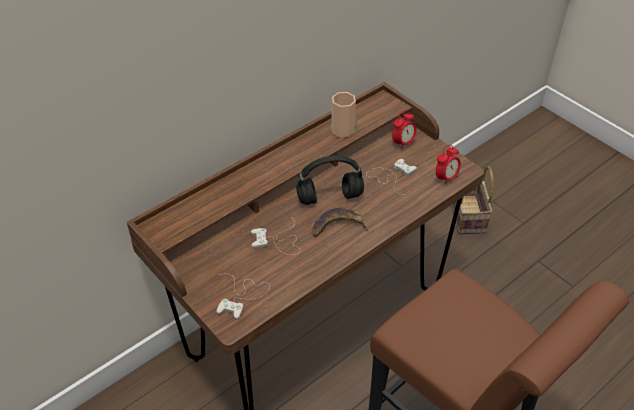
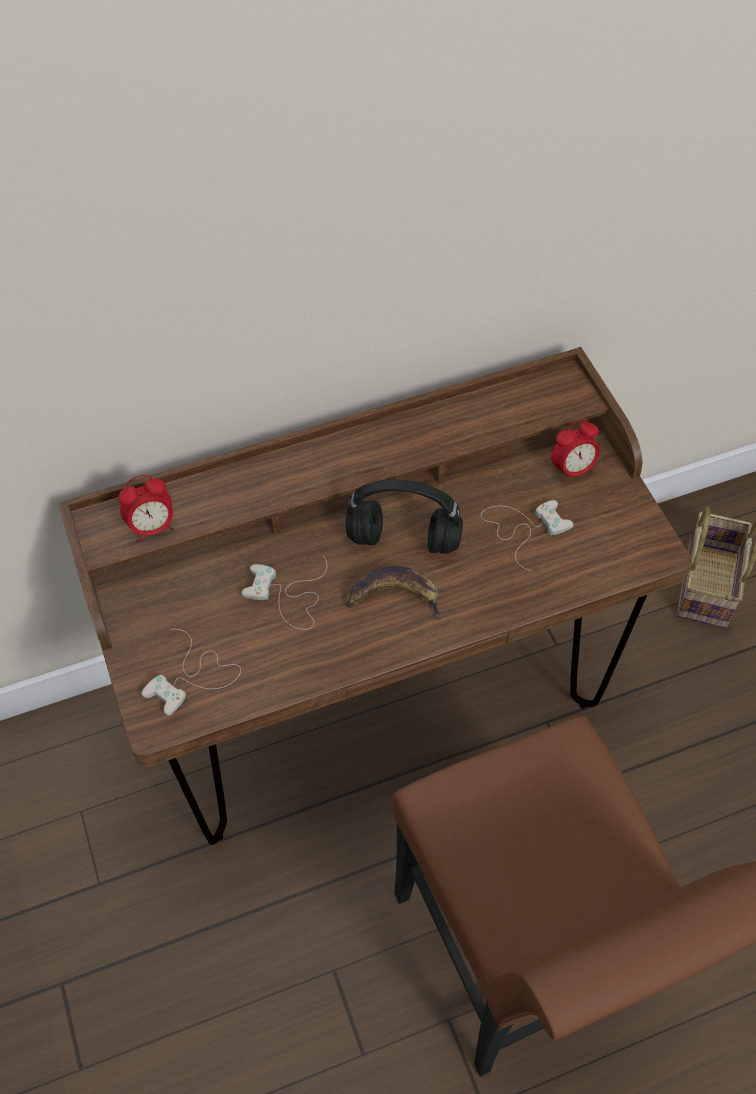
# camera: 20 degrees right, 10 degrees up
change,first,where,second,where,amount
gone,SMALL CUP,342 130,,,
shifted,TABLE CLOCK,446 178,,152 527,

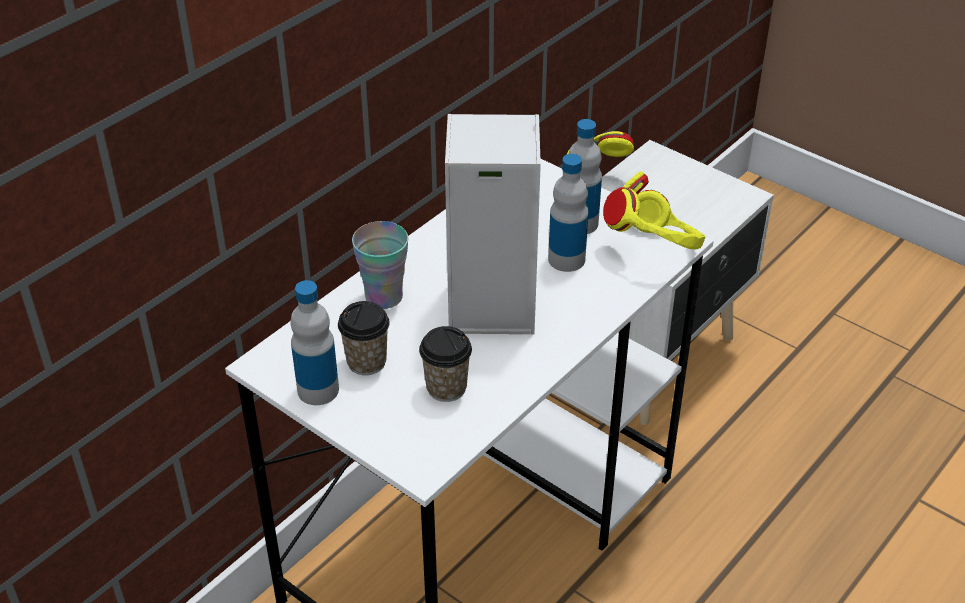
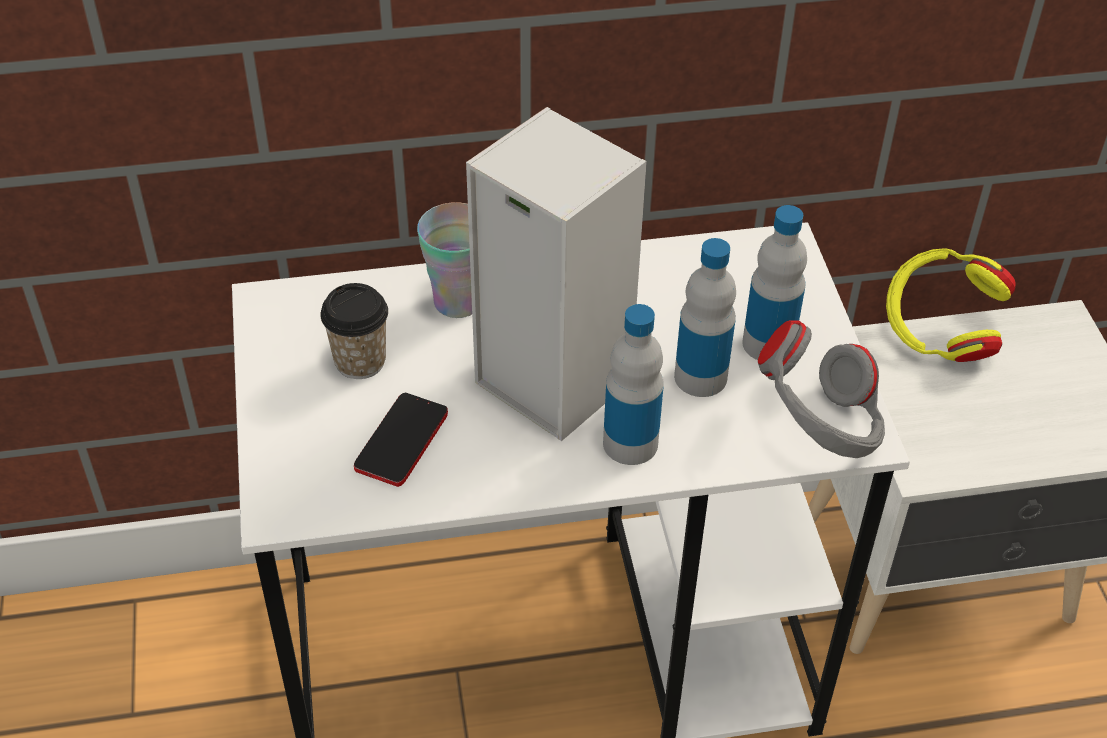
# camera: 40 degrees right, 5 degrees up
change,first,where,second,where,amount
shifted,BEVERAGE BOTTLE,318 390,,630 443,
swapped,SMALL CUP,446 388,TELEPHONE,402 441,
repainted,YELLOWISH HEADPHONES,655 249,GRAY HEADPHONES,819 428,

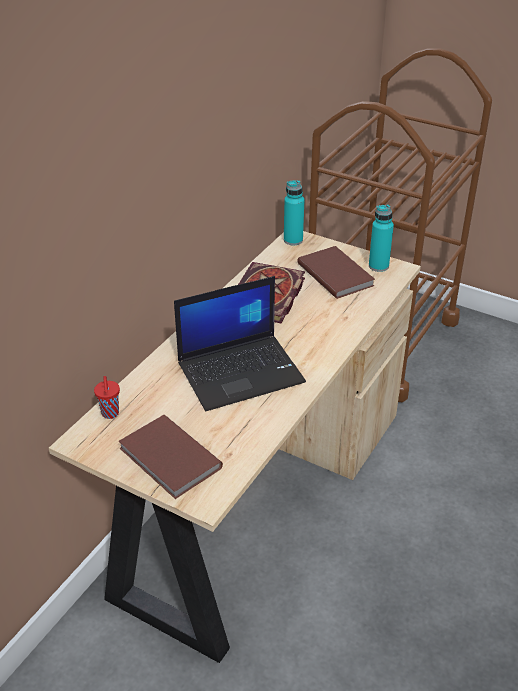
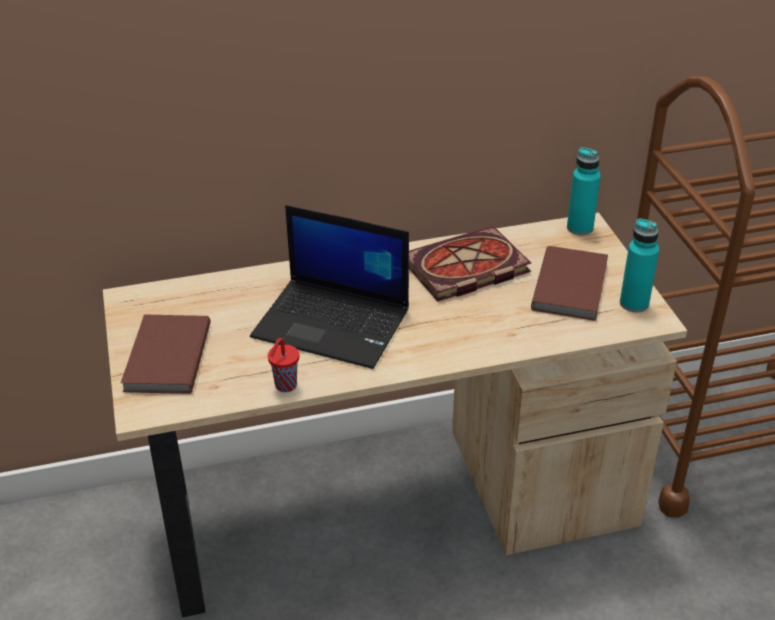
# camera: 45 degrees right, 0 degrees up
change,first,where,second,where,amount
shifted,RED-COLOURED SMALL CUP,110 414,,285 386,

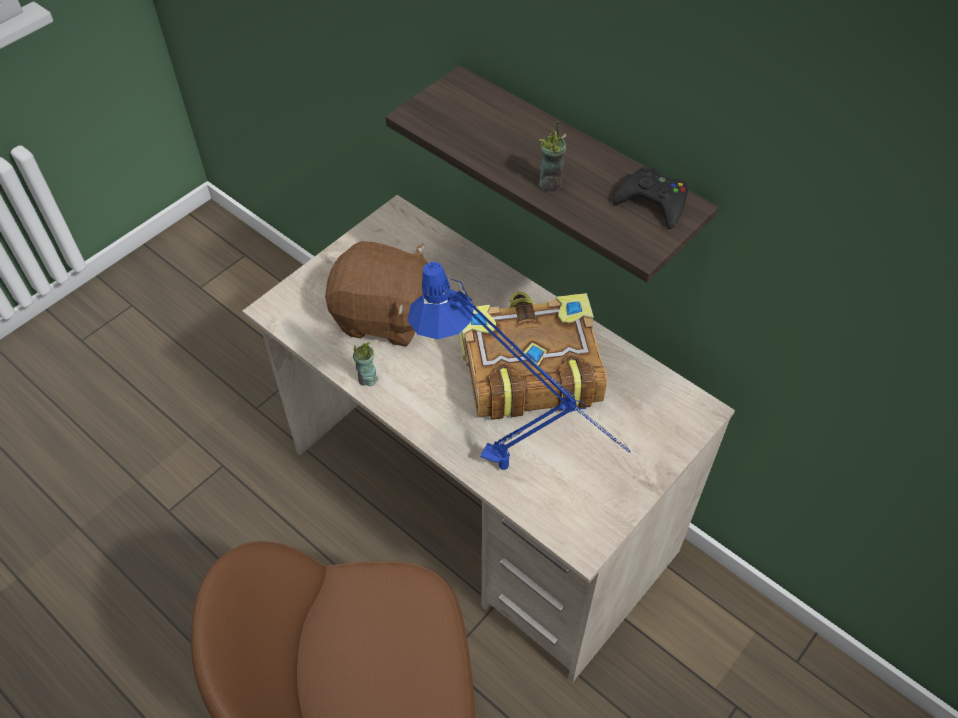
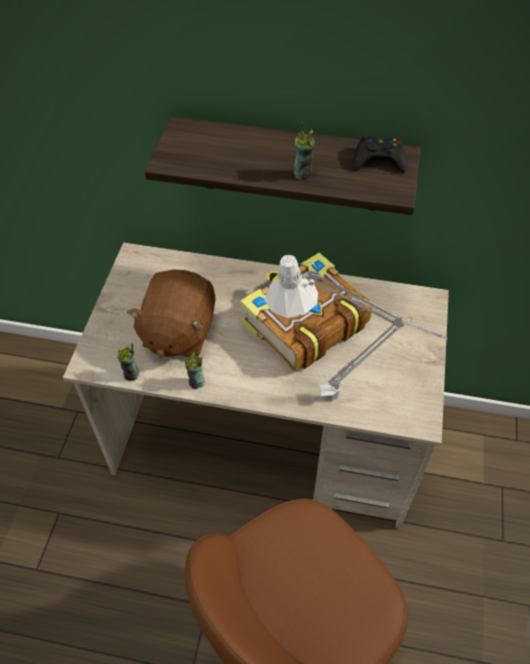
# camera: 30 degrees left, 0 degrees up
change,first,where,second,where,amount
rotated,BROWN PLUSH TOY,385 317,,178 332,120 degrees clockwise
repainted,BLUE LAMP FOR A TABLE,516 473,GRAY LAMP FOR A TABLE,346 396,
new,,,SMALL CUP,131 375,

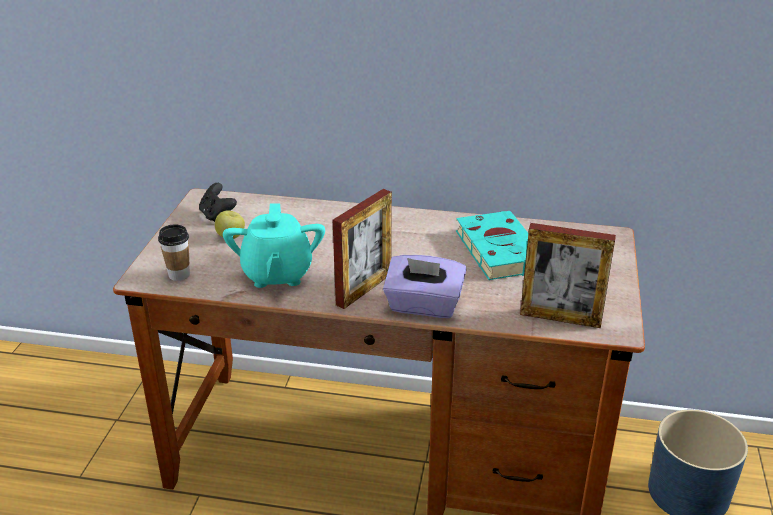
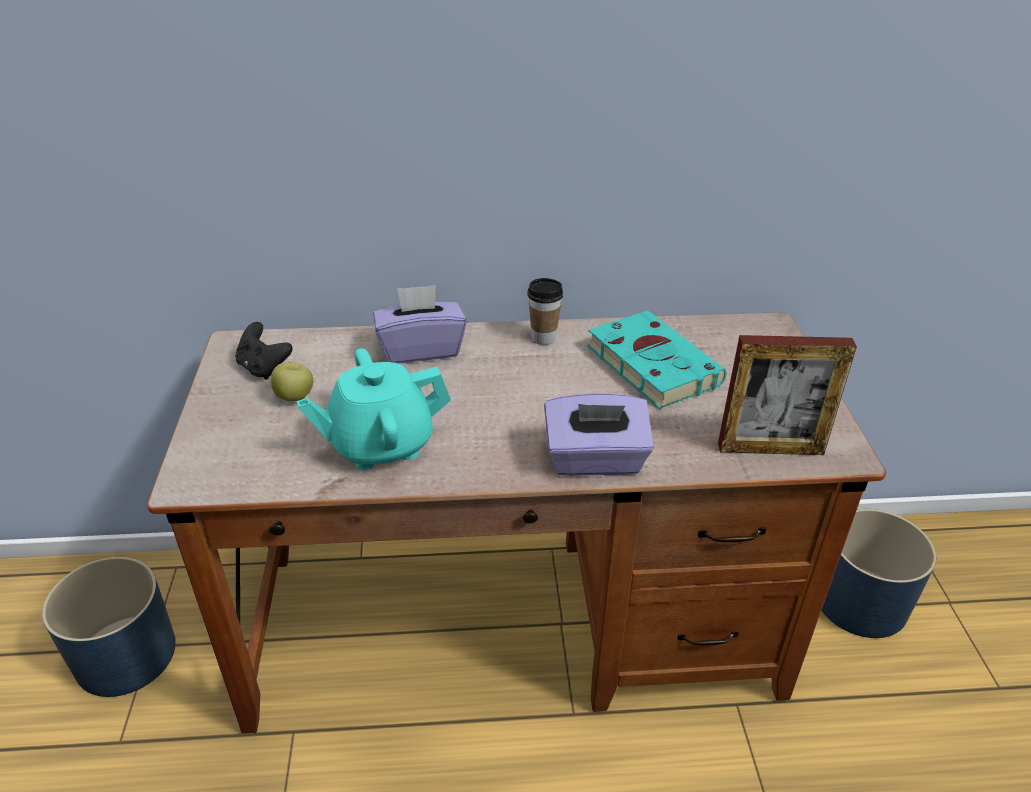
# camera: 15 degrees left, 5 degrees up
change,first,where,second,where,amount
shifted,SMALL CUP,179 275,,543 338,
rotated,TURQUOISE-COLOURED TEAPOT,277 274,,381 444,90 degrees clockwise
gone,STANDING FRAME,364 289,,,
new,,,BLUE PLANT POT,126 655,
new,,,PURPLISH TISSUE HOLDER,421 349,

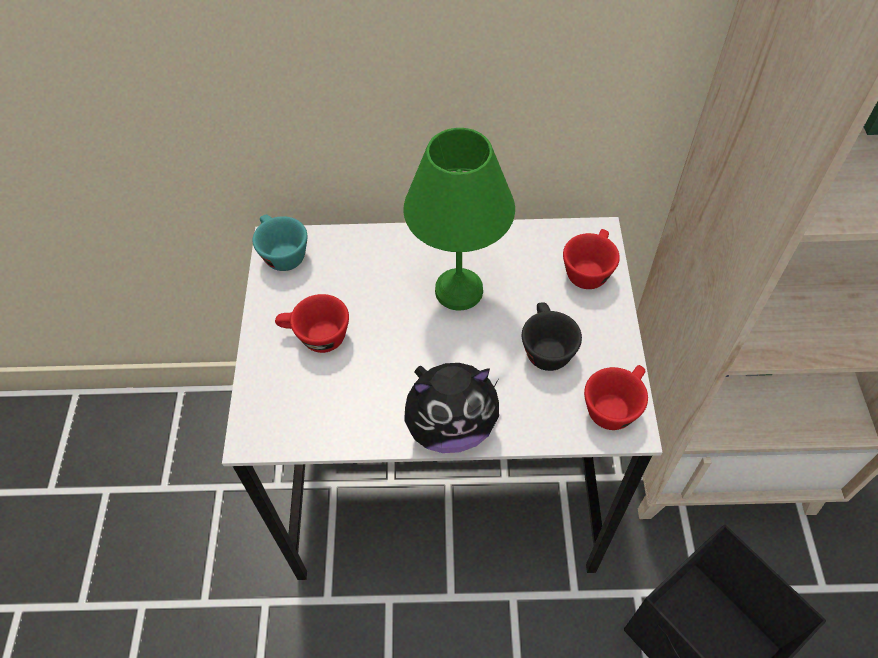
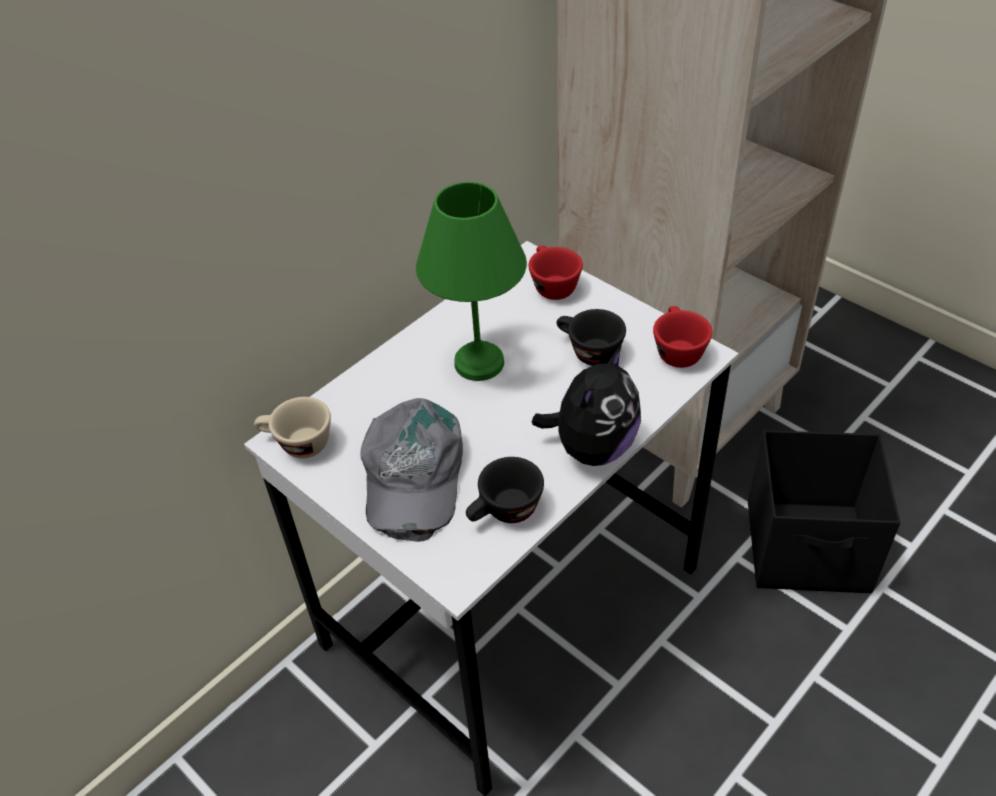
# camera: 45 degrees left, 10 degrees down
change,first,where,second,where,amount
repainted,TURQUOISE-COLOURED SMALL CUP,281 253,BEIGE-COLOURED SMALL CUP,297 444,
swapped,RED-COLOURED SMALL CUP,315 337,GRAY BASEBALL CAP,411 475,
new,,,BLACK-COLOURED SMALL CUP,504 512,

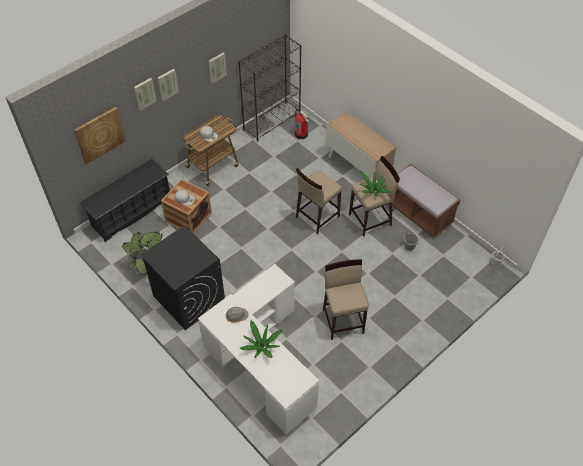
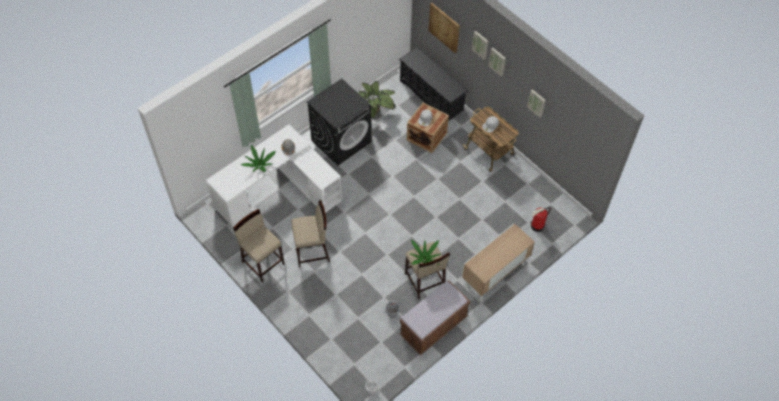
# camera: 90 degrees right, 5 degrees up
change,first,where,second,where,amount
gone,BLACK-COLOURED BOOKSHELF,272 121,,,
shifted,BEIGE-COLOURED SITTING STOOL,317 217,,263 262,

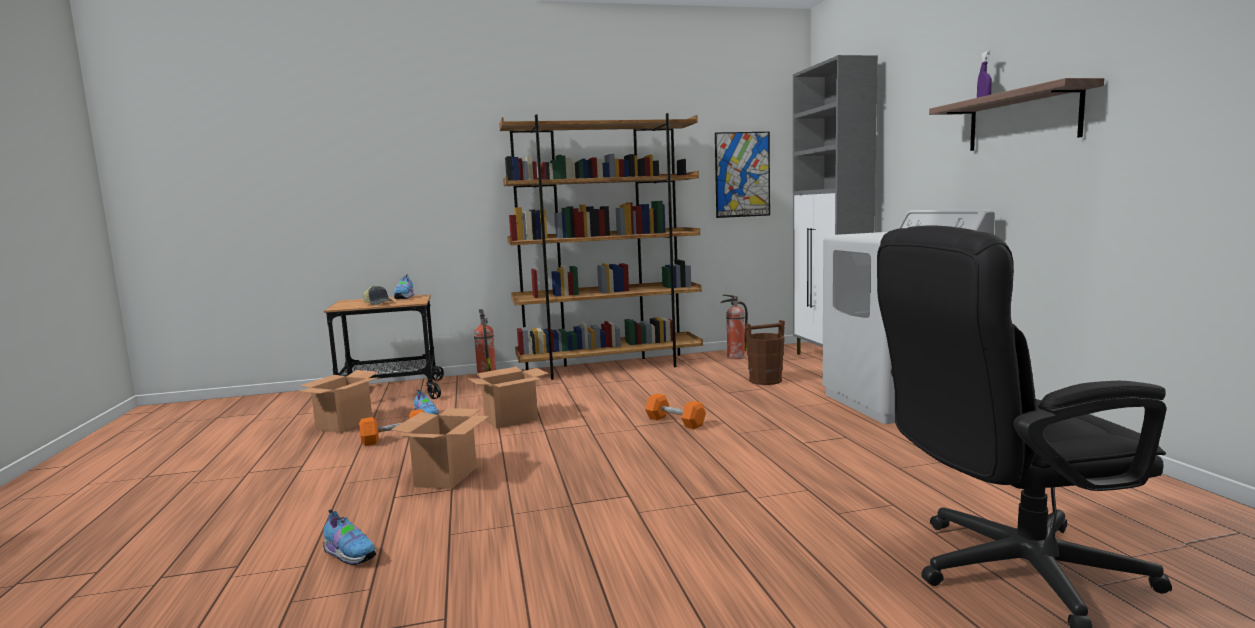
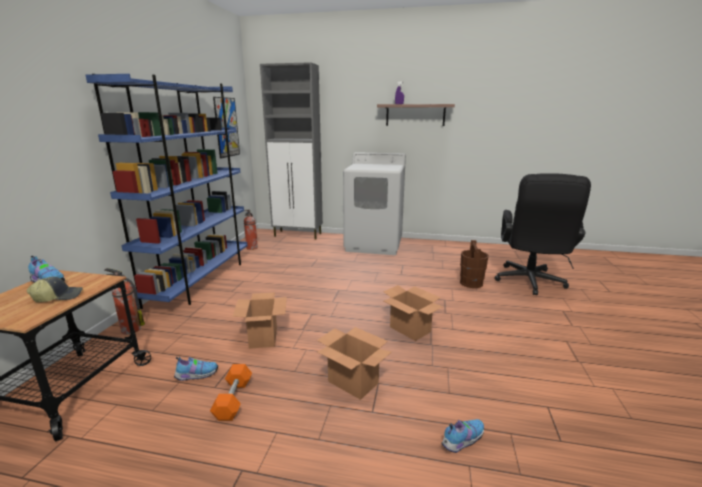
# camera: 65 degrees left, 10 degrees up
change,first,where,second,where,amount
shifted,CARTON,344 424,,410 329,
repainted,BROWN BOOKSHELF,610 367,BLUE BOOKSHELF,201 280,
gone,ORANGE DUMBBELL,675 422,,,
shifted,BROWN WATER BUCKET,765 380,,471 283,

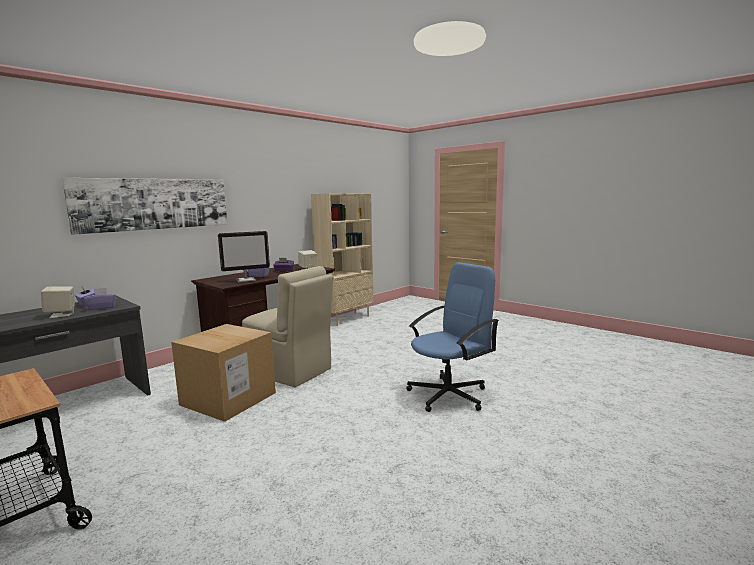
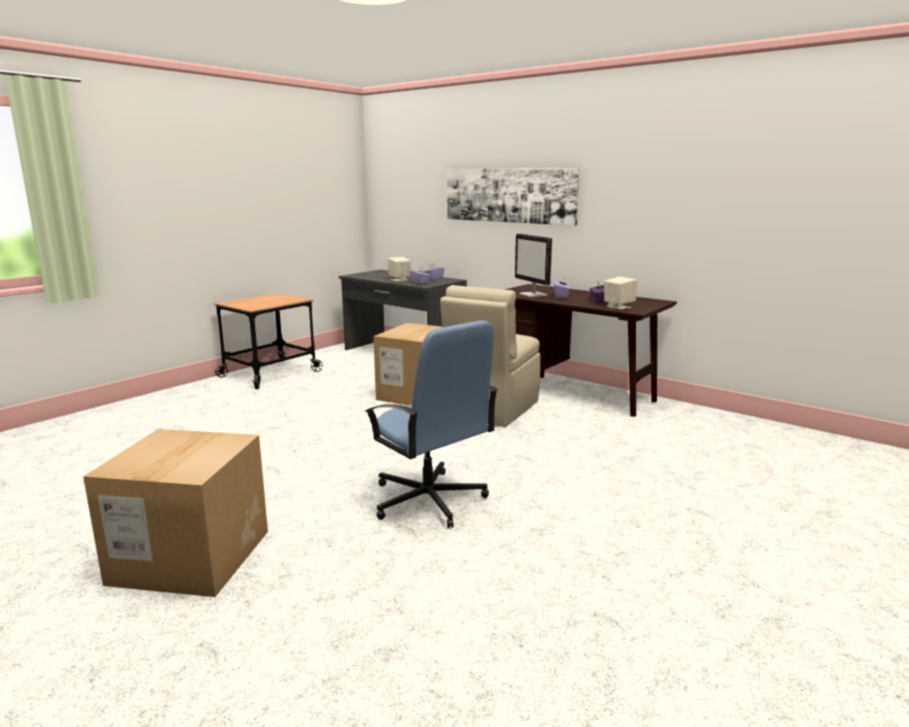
# camera: 85 degrees right, 5 degrees up
change,first,where,second,where,amount
gone,BEIGE-COLOURED BOOKSHELF,346 318,,,
new,,,CARTON,191 556,

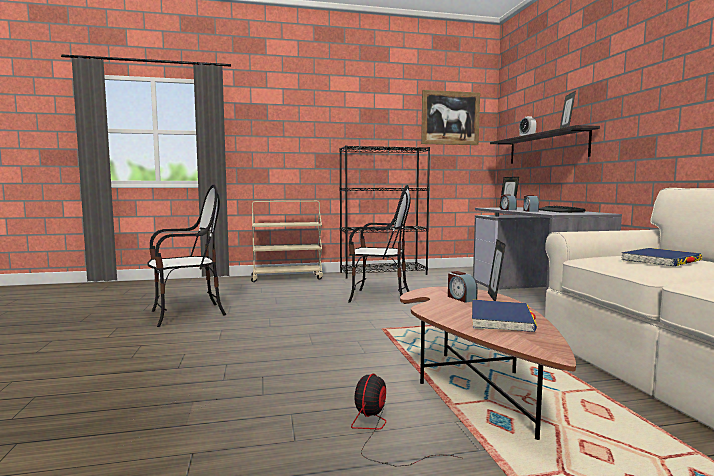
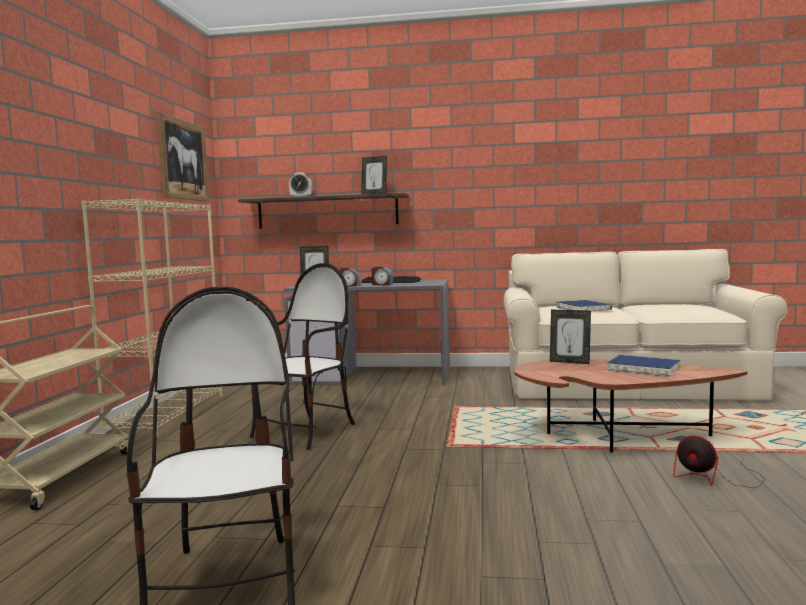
# camera: 70 degrees left, 0 degrees up
change,first,where,second,where,amount
repainted,BLACK-COLOURED BOOKSHELF,383 273,BEIGE-COLOURED BOOKSHELF,168 413,
gone,TABLE CLOCK,461 298,,,

